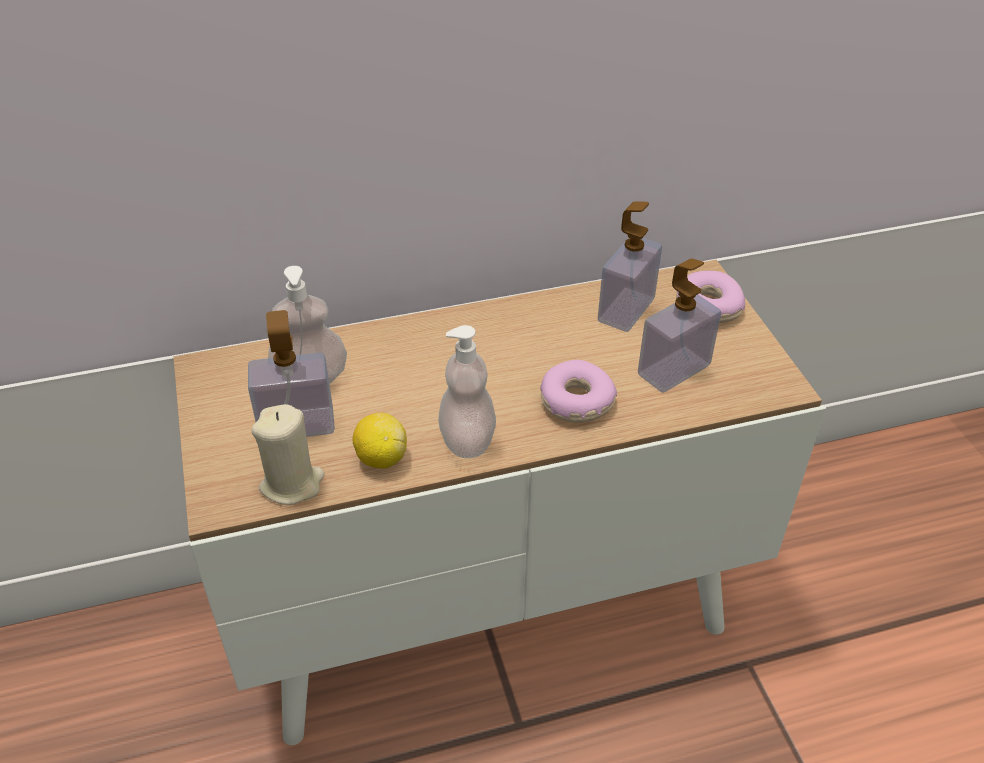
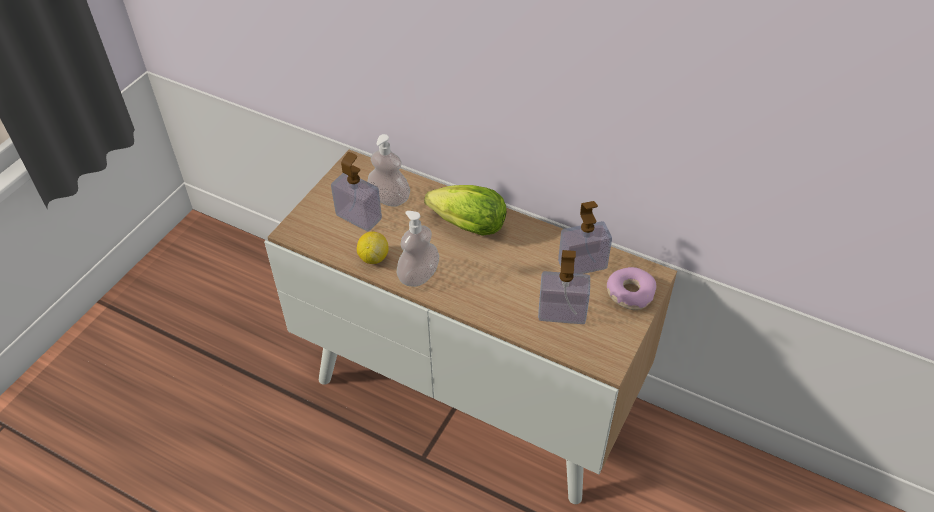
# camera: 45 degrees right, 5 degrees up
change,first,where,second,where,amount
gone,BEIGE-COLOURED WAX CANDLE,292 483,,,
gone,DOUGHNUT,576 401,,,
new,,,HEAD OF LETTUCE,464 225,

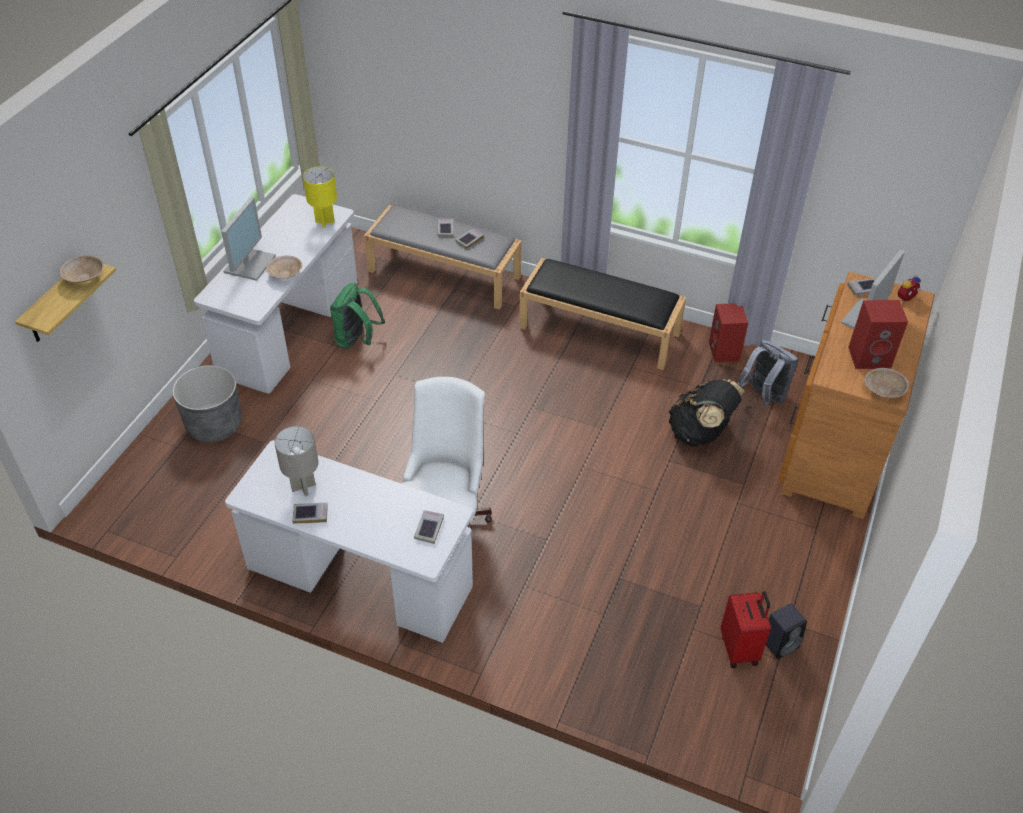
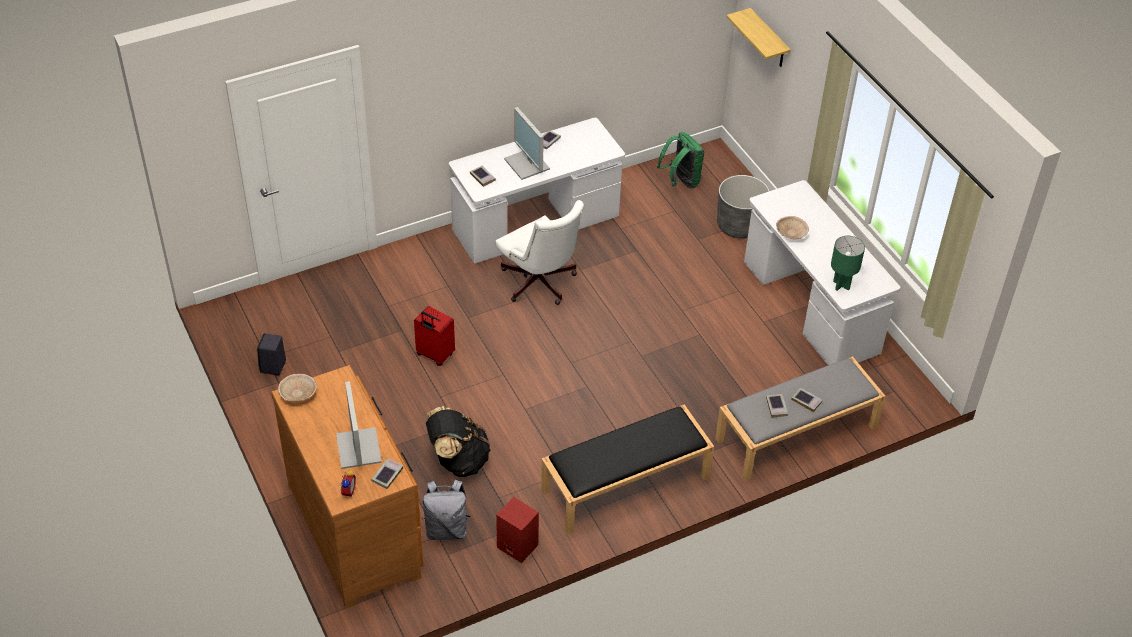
# camera: 130 degrees right, 0 degrees up
change,first,where,second,where,amount
gone,BEIGE-COLOURED BOWL,84 277,,,
shifted,COMPUTER DISPLAY,249 263,,528 164,
gone,GRAY LAMP FOR A TABLE,303 487,,,
repainted,YELLOWISH LAMP FOR A TABLE,325 222,GREEN LAMP FOR A TABLE,841 285,
shifted,GREEN RUCKSACK,357 340,,681 181,
shifted,RED-COLOURED TRAVEL CASE,740 649,,434 355,
gone,RED-COLOURED LOUDSPEAKER,870 357,,,

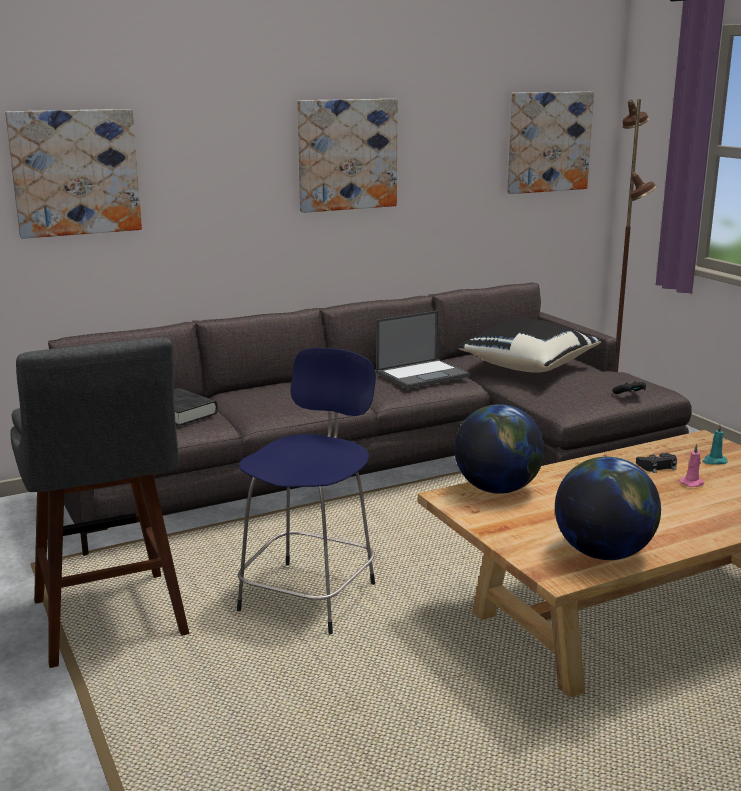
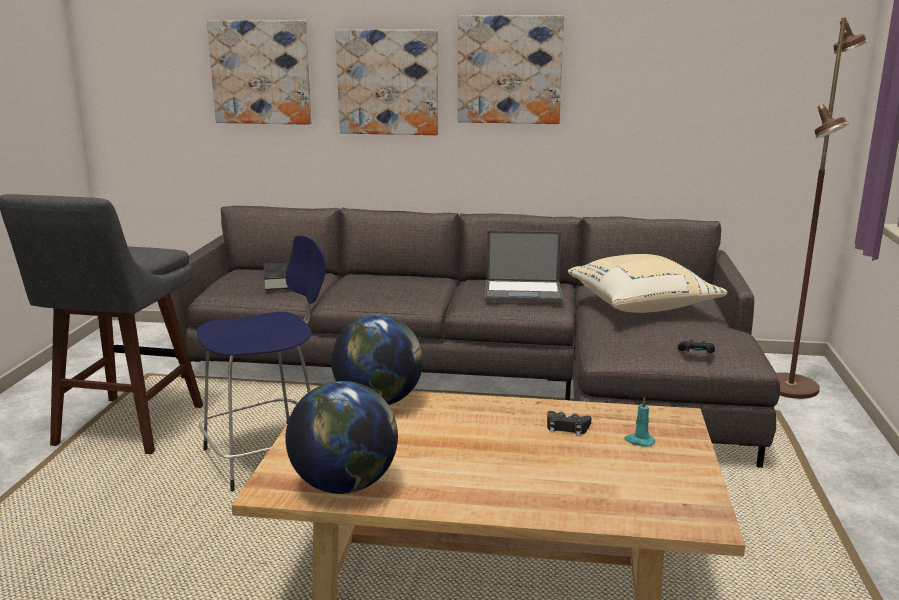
# camera: 35 degrees right, 0 degrees up
change,first,where,second,where,amount
repainted,BLACK-COLOURED CUSHION,527 366,BEIGE-COLOURED CUSHION,640 305,
shifted,PICTURE,548 142,,388 82,
gone,PINKISH WAX CANDLE,692 483,,,

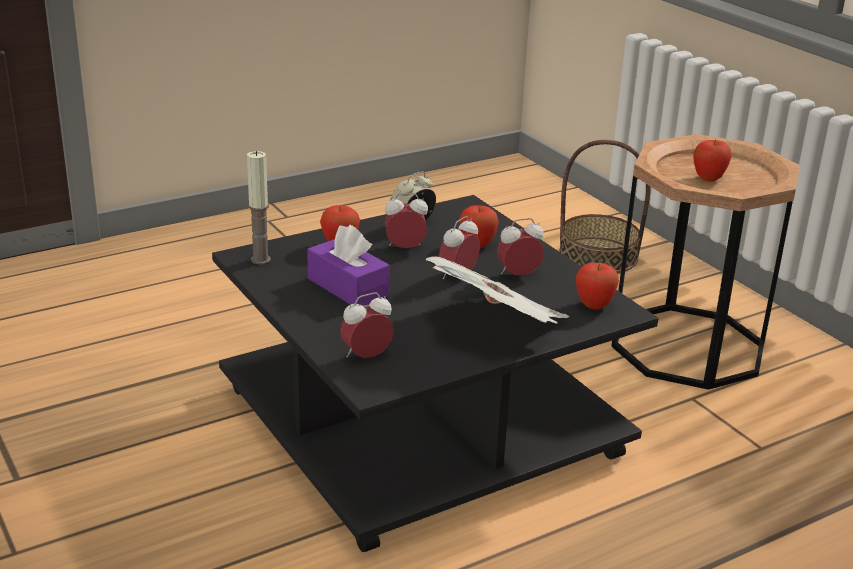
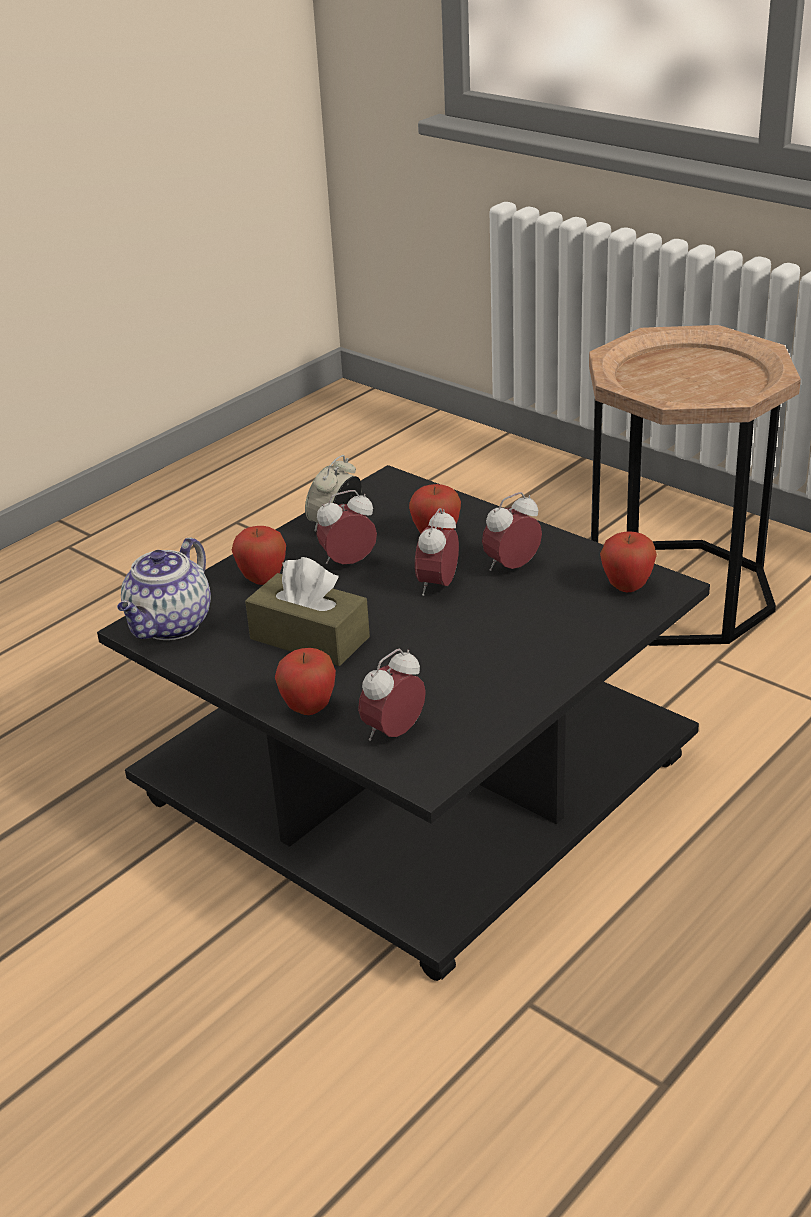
# camera: 15 degrees left, 5 degrees up
change,first,where,second,where,amount
swapped,WAX CANDLE,260 259,TEAPOT,170 626,
repainted,PURPLISH TISSUE HOLDER,348 287,BROWN TISSUE HOLDER,309 638,
gone,NEWSPAPER,498 325,,,
gone,BASKET,598 255,,,
shifted,APPLE FRUIT,708 179,,309 708,

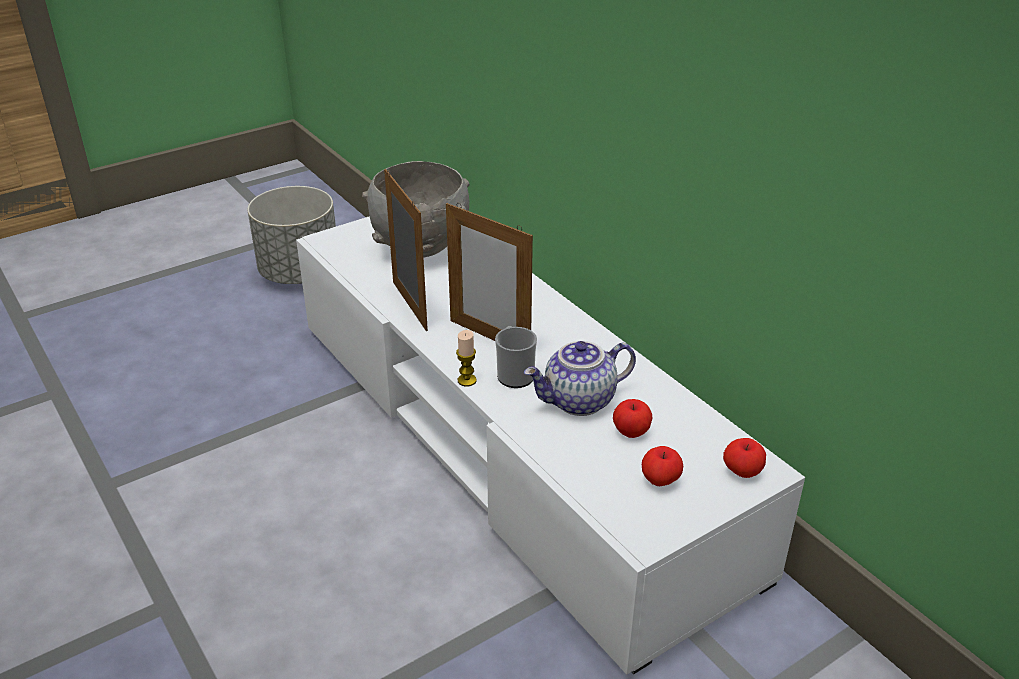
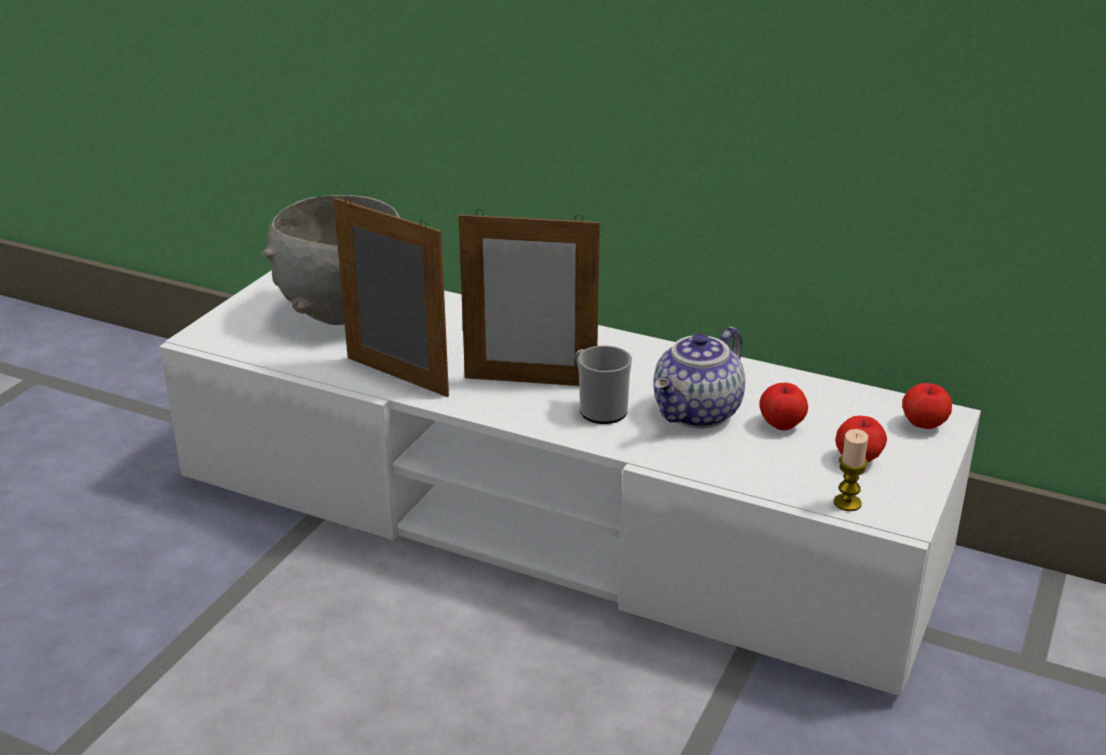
# camera: 30 degrees left, 5 degrees down
change,first,where,second,where,amount
gone,GRAY PLANT POT,300 273,,,
shifted,WAX CANDLE,467 380,,847 503,

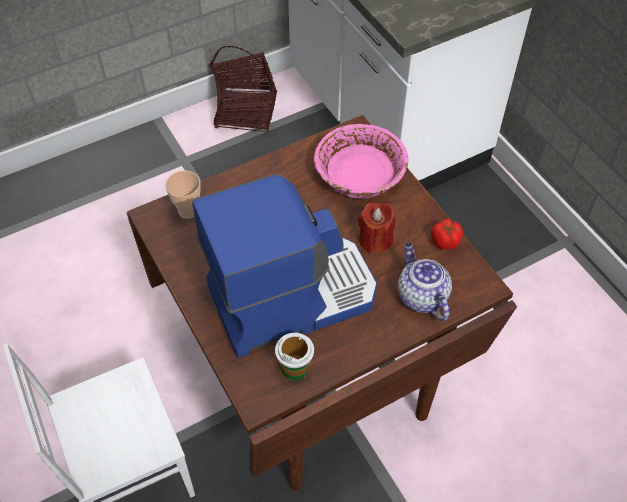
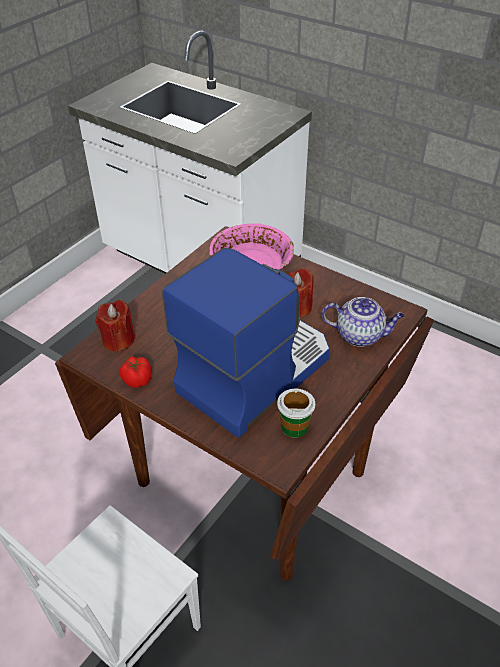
# camera: 25 degrees left, 10 degrees down
change,first,where,second,where,amount
swapped,SMALL CUP,188 211,RED-COLOURED WAX CANDLE,118 340,
gone,BASKET,245 111,,,
rotated,TEAPOT,421 296,,360 335,150 degrees clockwise
shifted,TOMATO,444 241,,137 380,

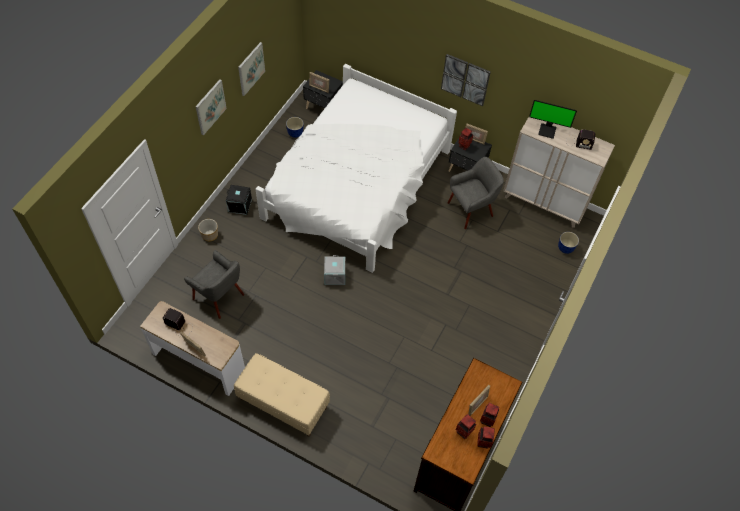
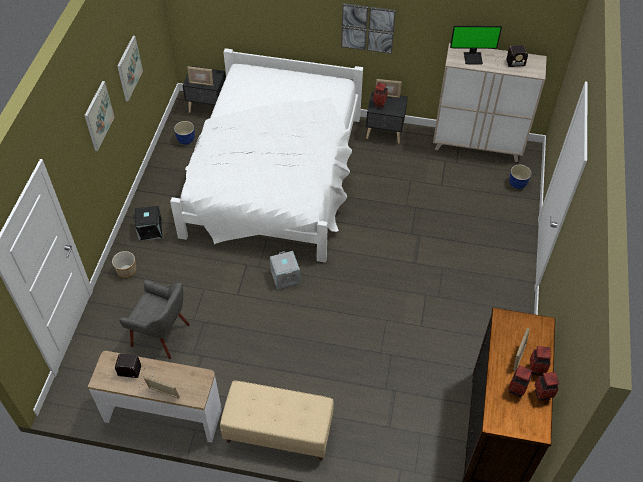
# camera: 15 degrees left, 5 degrees down
change,first,where,second,where,amount
gone,GRAY ARMCHAIR,471 209,,,

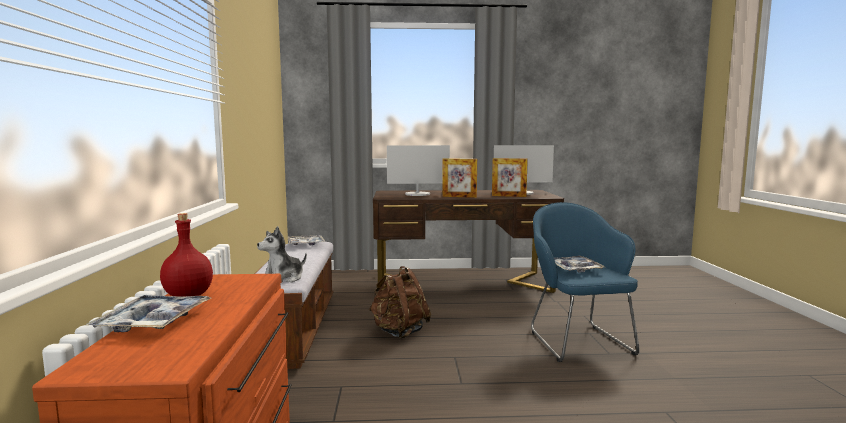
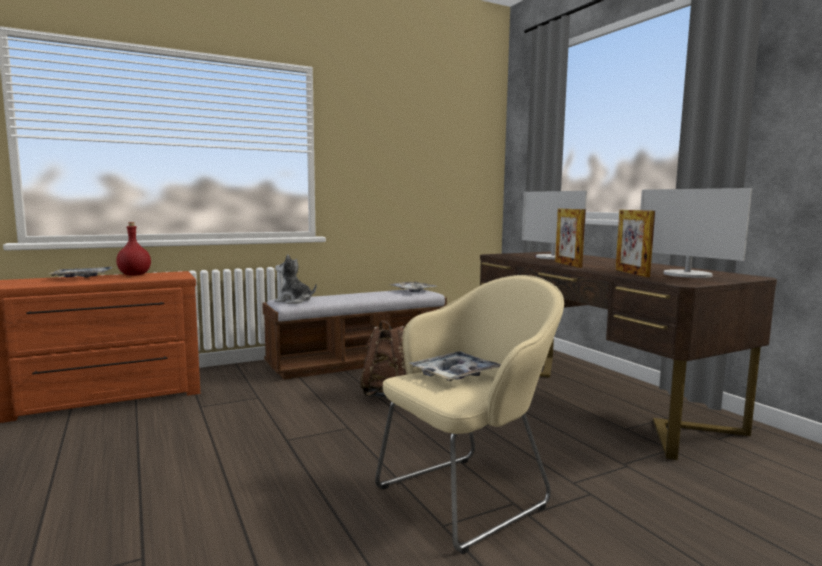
# camera: 65 degrees right, 0 degrees up
change,first,where,second,where,amount
repainted,BLUE ARMCHAIR,577 340,BEIGE-COLOURED ARMCHAIR,469 495,

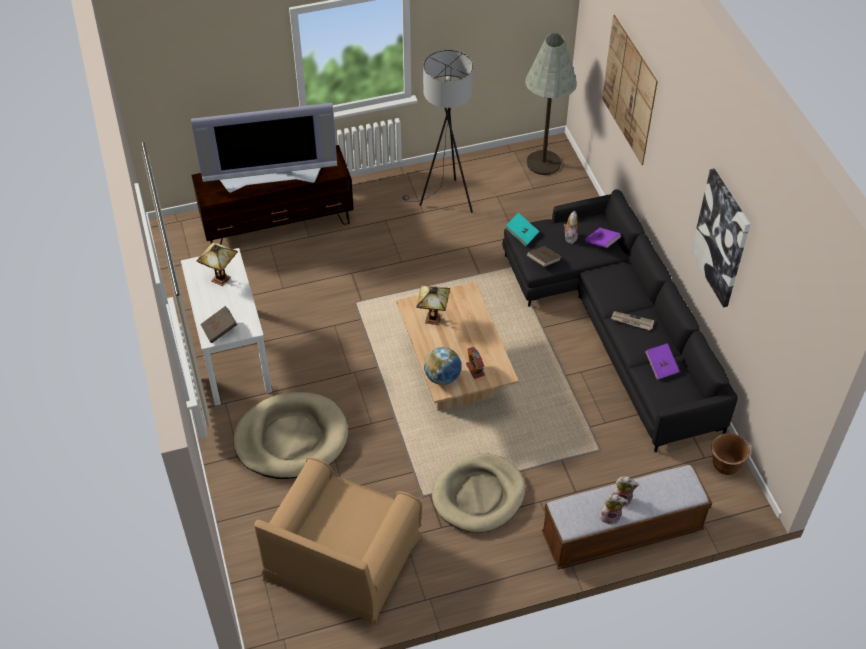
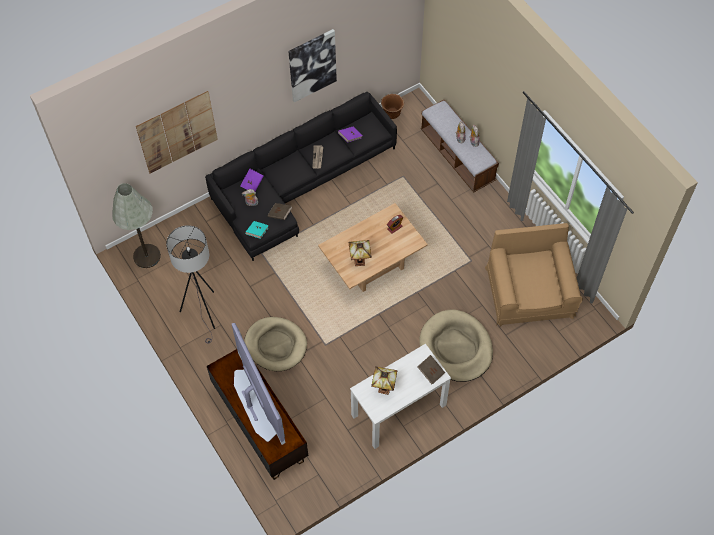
# camera: 105 degrees left, 10 degrees up
change,first,where,second,where,amount
rotated,BROWN ARMCHAIR,342 557,,529 292,105 degrees counterclockwise
gone,WORLD GLOBE,442 377,,,
shifted,BEIGE-COLOURED PET BED,479 495,,276 345,

